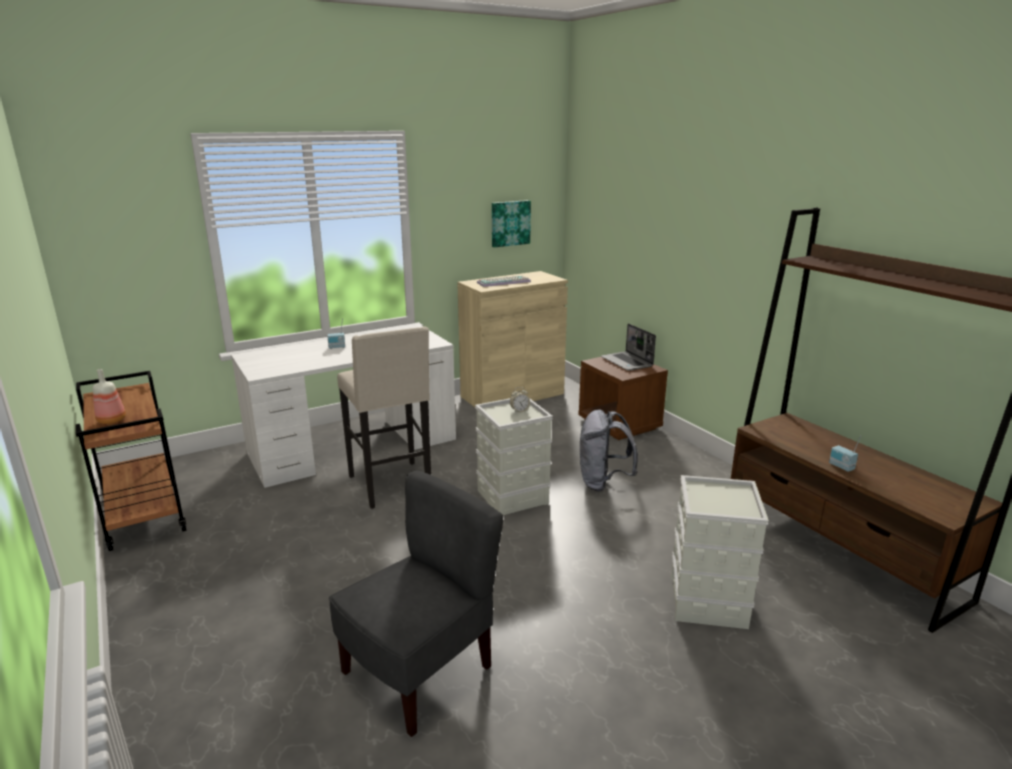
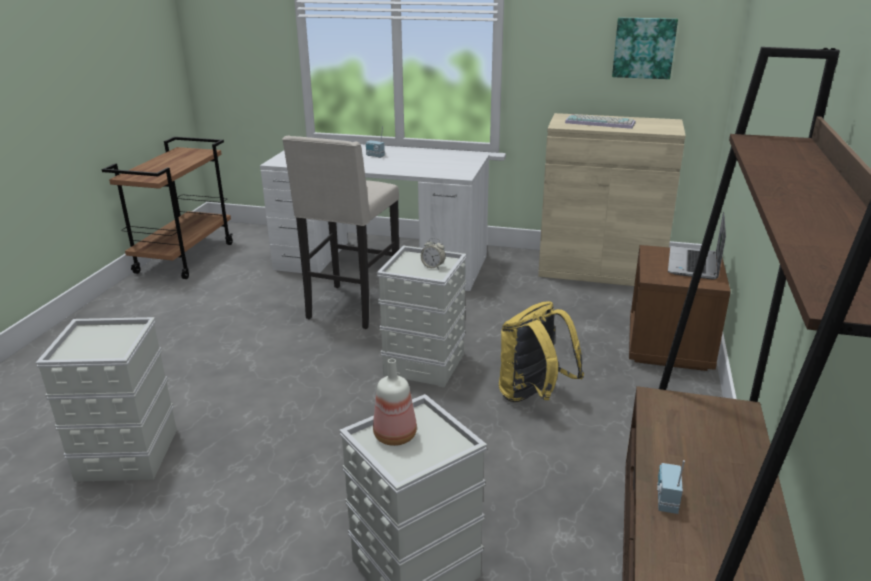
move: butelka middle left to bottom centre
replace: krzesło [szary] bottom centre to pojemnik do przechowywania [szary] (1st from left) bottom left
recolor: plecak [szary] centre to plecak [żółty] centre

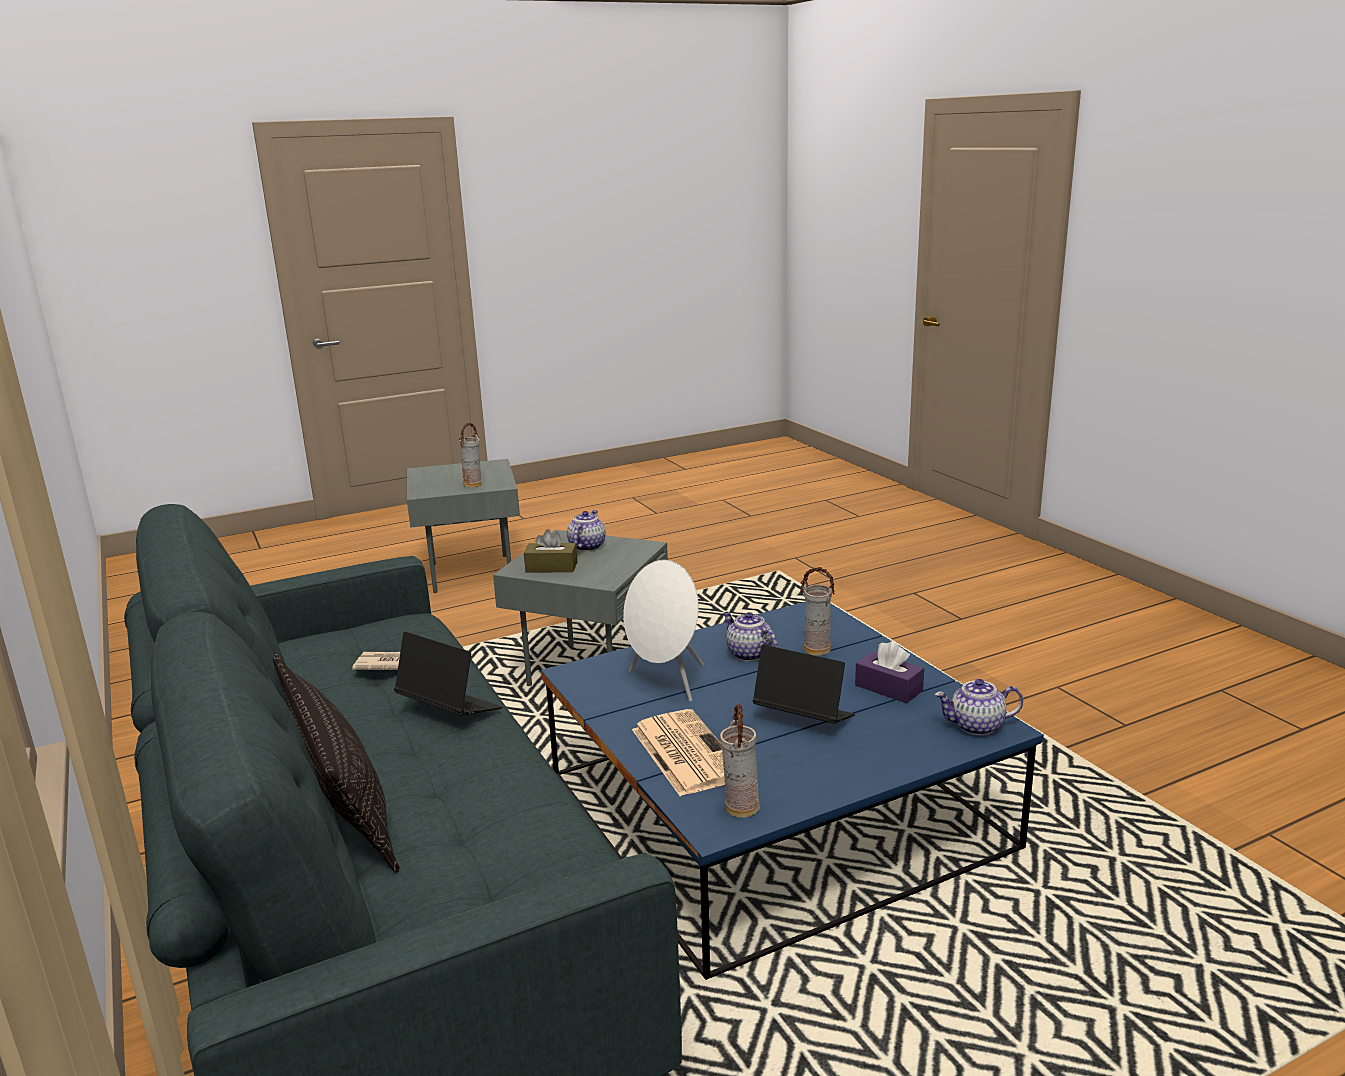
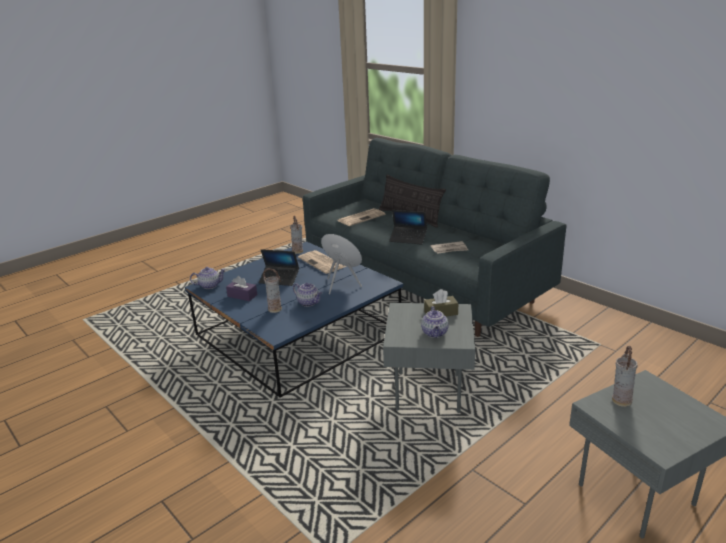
insert: gazeta (2nd from left) centre

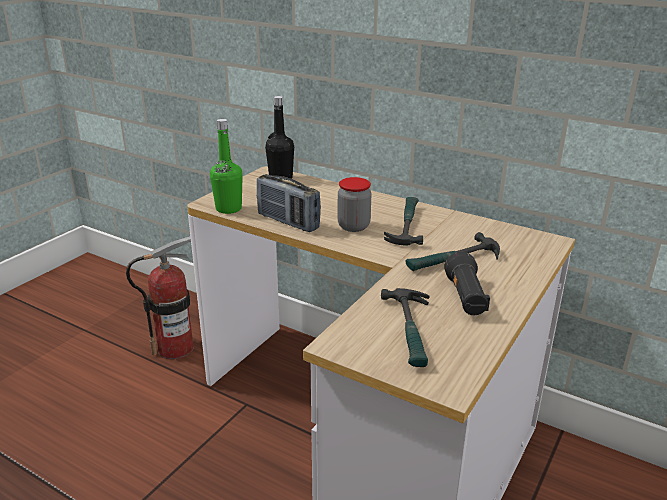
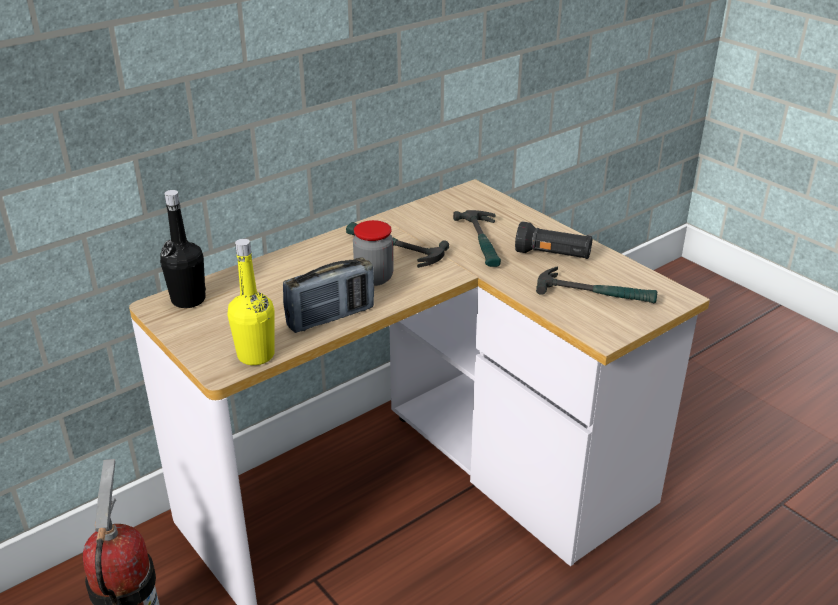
recolor: butelka [zielony] top centre to butelka [żółty] middle left

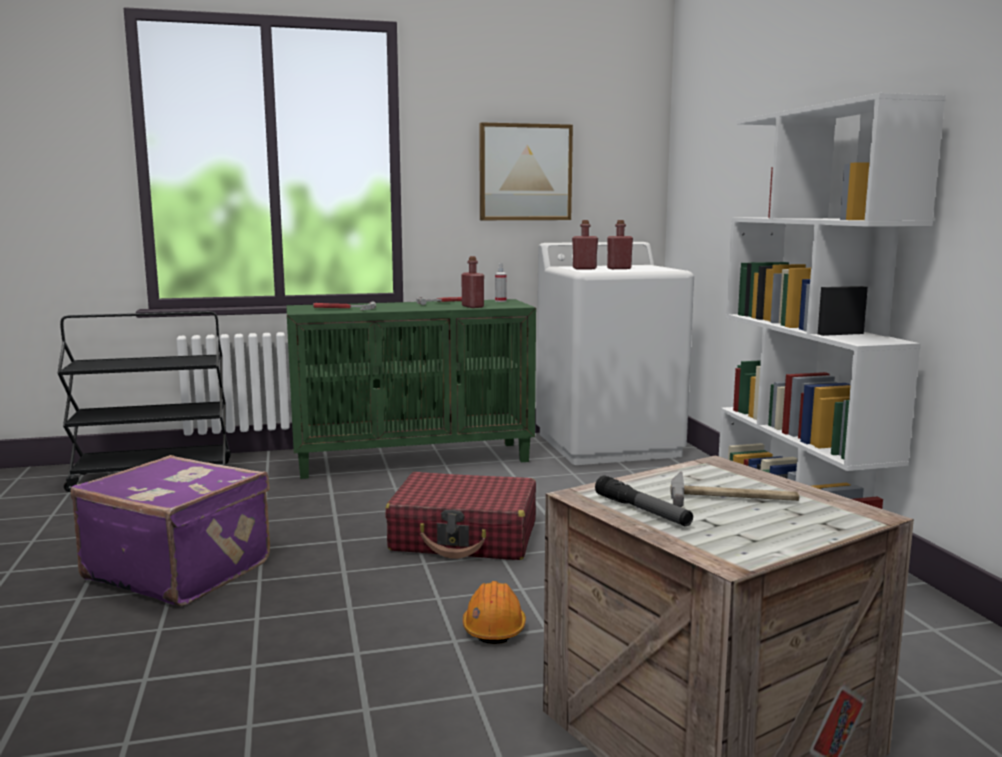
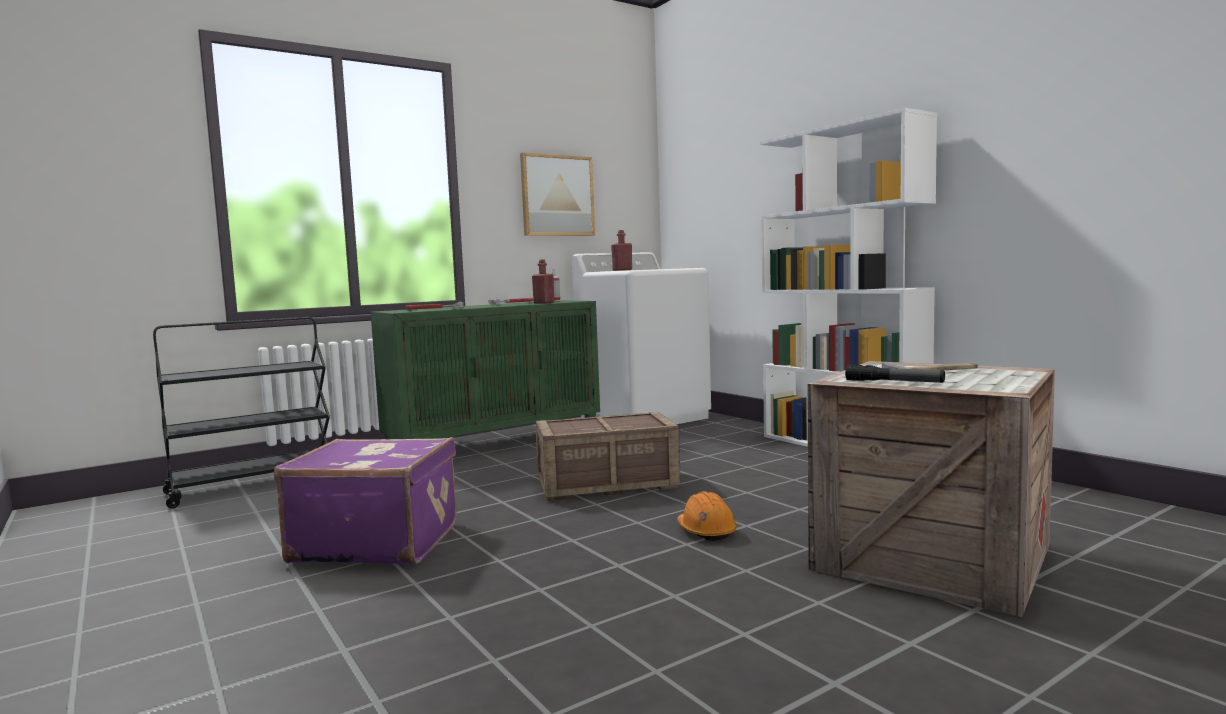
delete: butelka [czerwony] (3rd from left) top centre
replace: walizka [czerwony] bottom centre to skrzynka (1st from left) centre

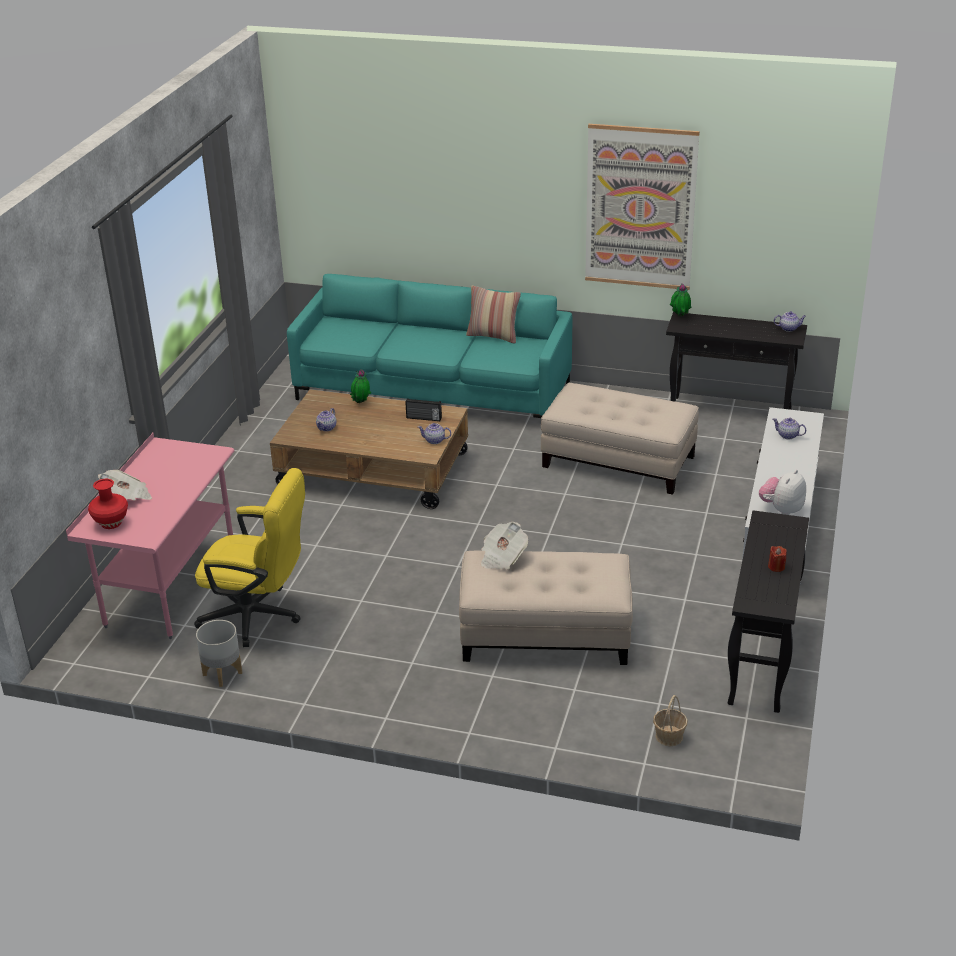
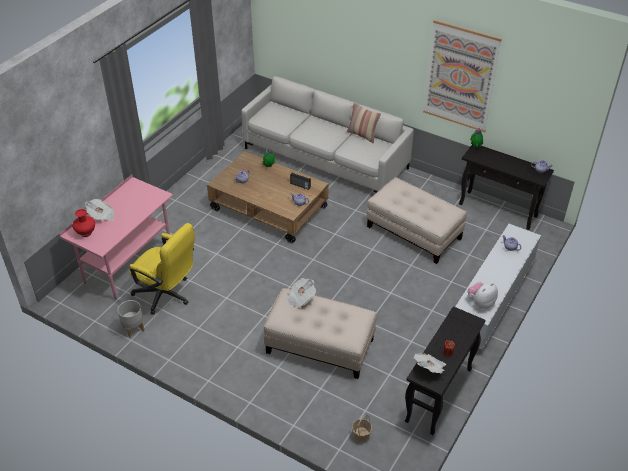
insert: gazeta (3rd from left) bottom right
recolor: kanapa [turkusowy] centre to kanapa [szary] top centre

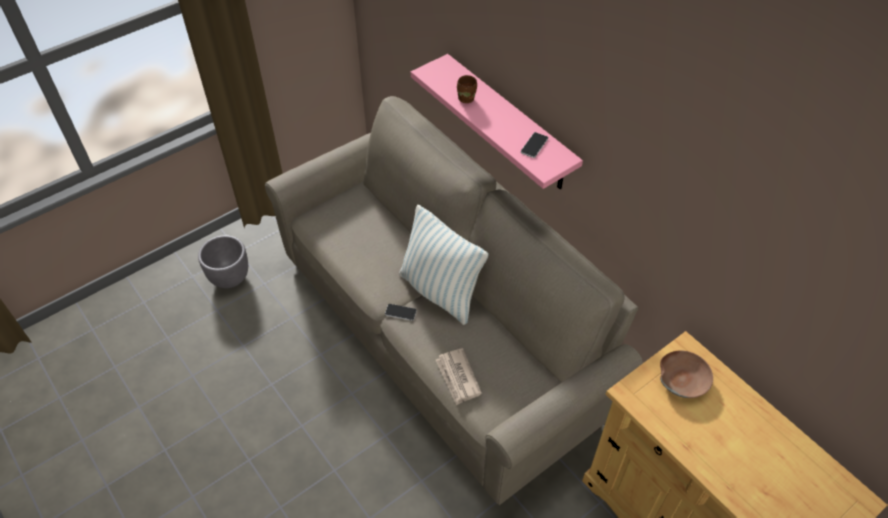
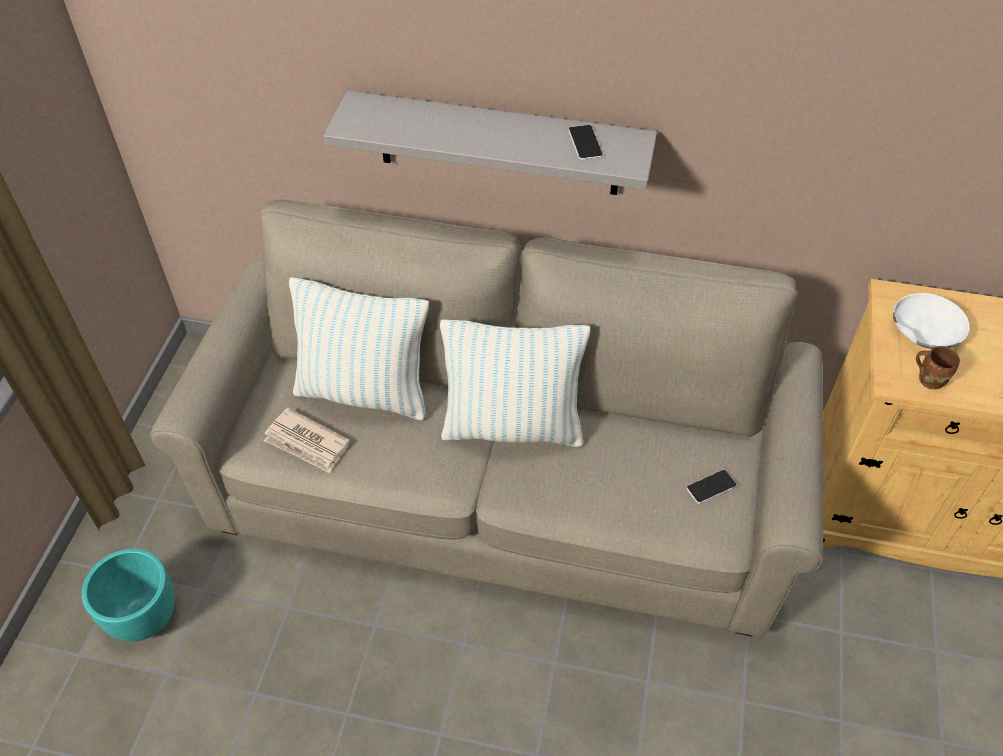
insert: poduszka (1st from left) centre
move: gazeta bottom centre to middle left; telefon (1st from left in the first image) centre to telefon (2nd from left) middle right; kubek [brązowy] top centre to middle right
recolor: donica [szary] middle left to donica [turkusowy] bottom left; półka [różowy] top centre to półka [szary] top centre; miska [brązowy] bottom right to miska [biały] middle right

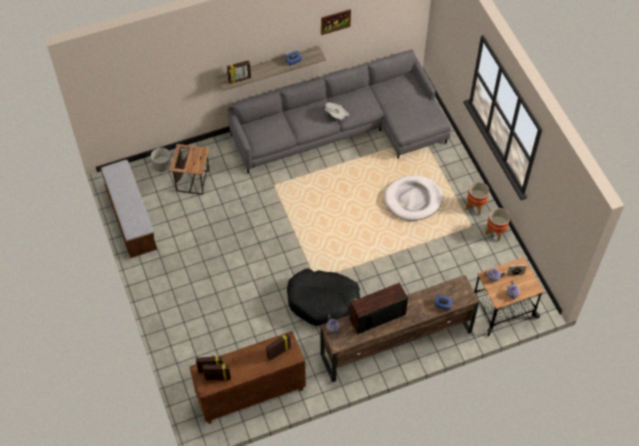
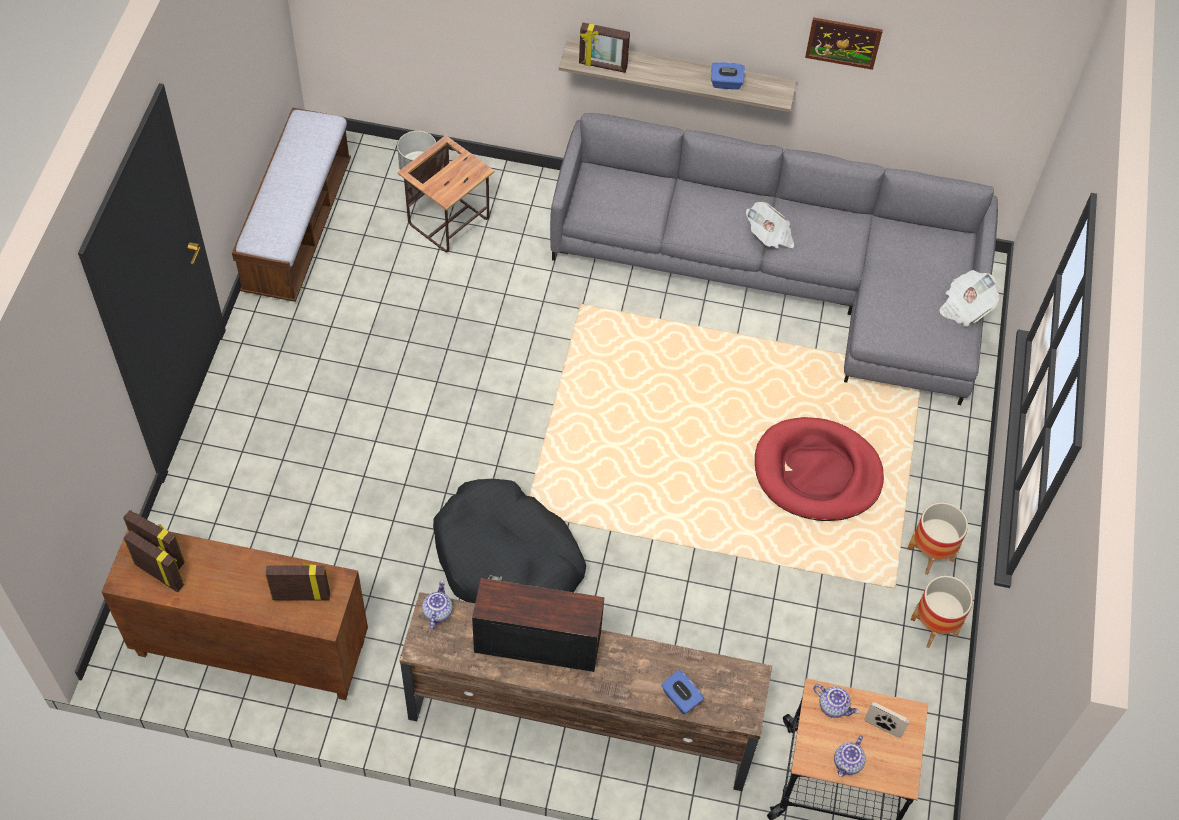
insert: gazeta (2nd from left) middle right
recolor: legowisko [biały] centre to legowisko [czerwony] middle right

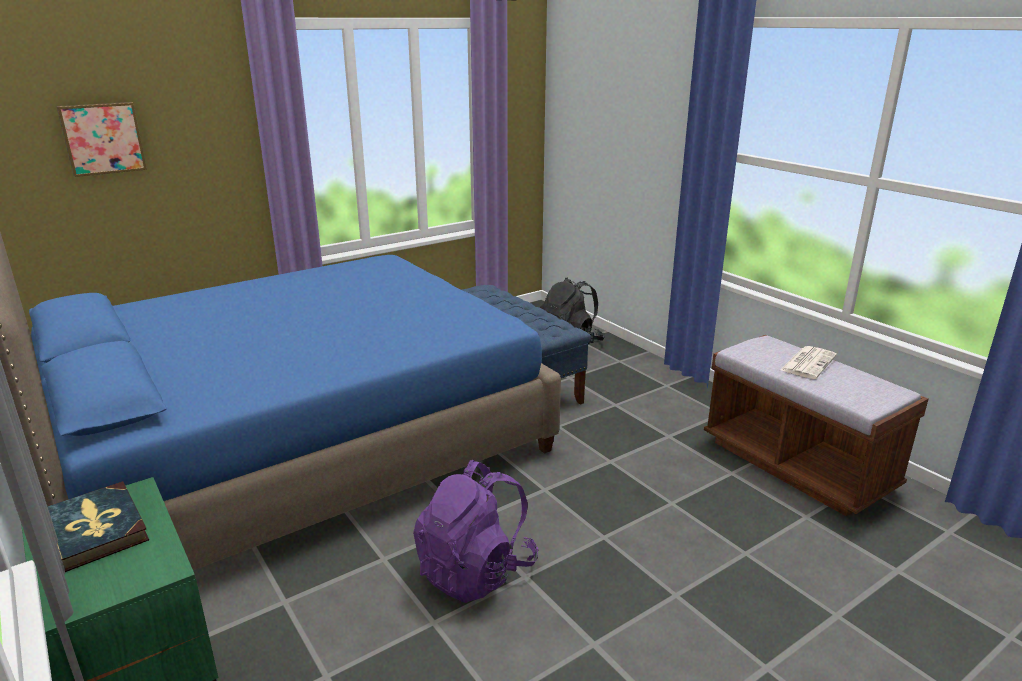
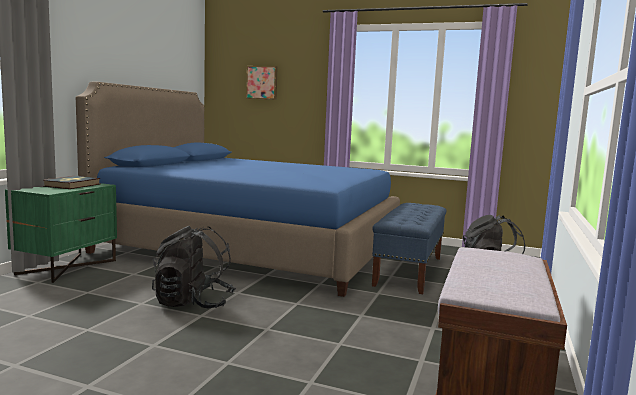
delete: gazeta middle right
recolor: plecak [fioletowy] bottom centre to plecak [czarny] (1st from left) bottom left

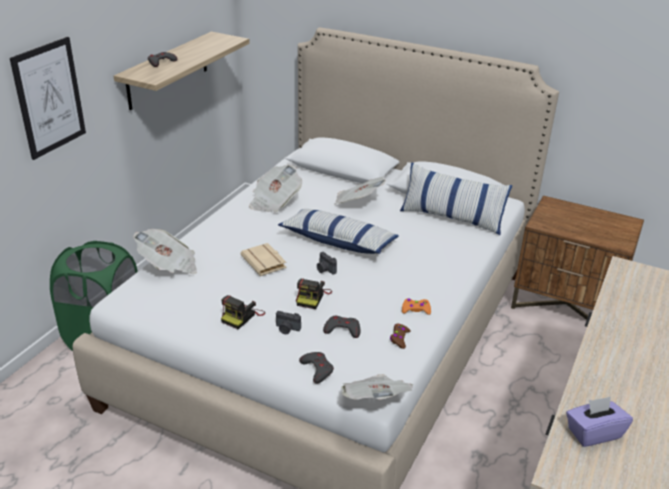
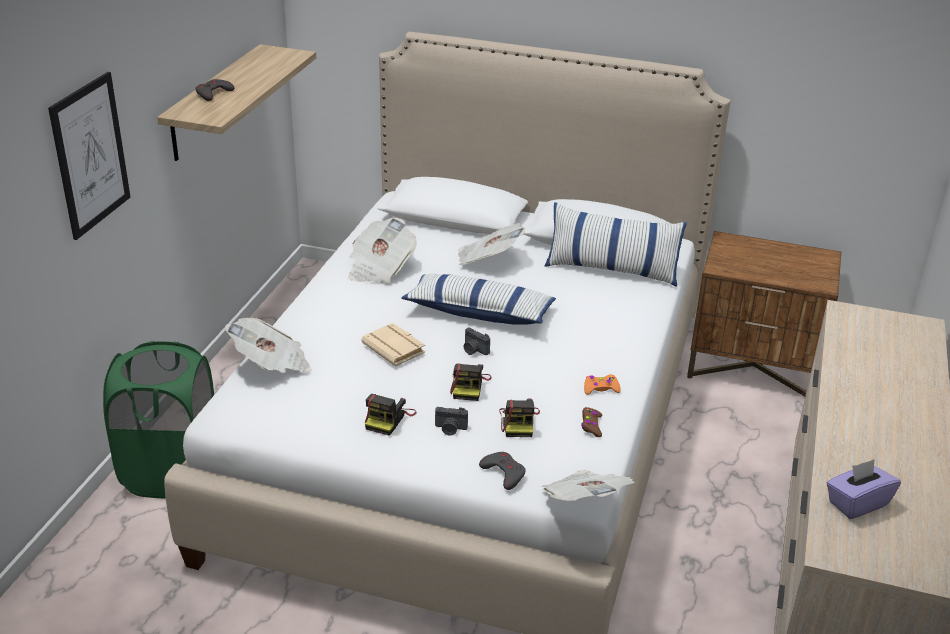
replace: pad do gier [szary] (3rd from left) bottom centre to aparat fotograficzny (5th from left) centre

